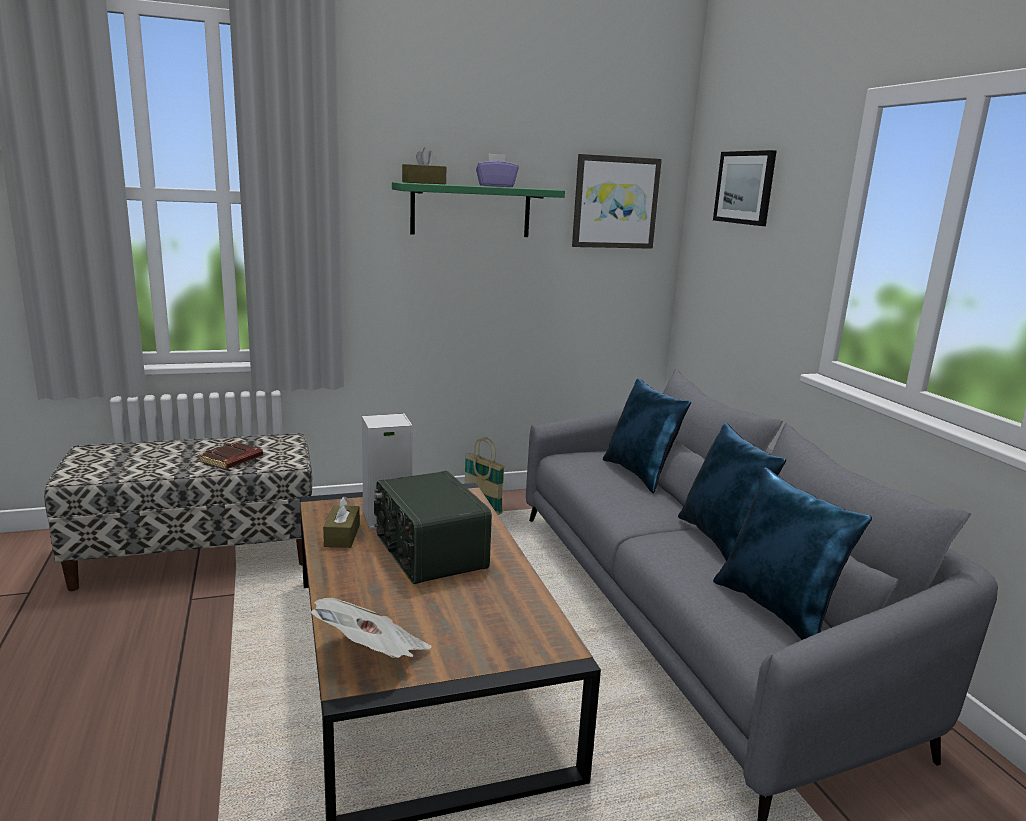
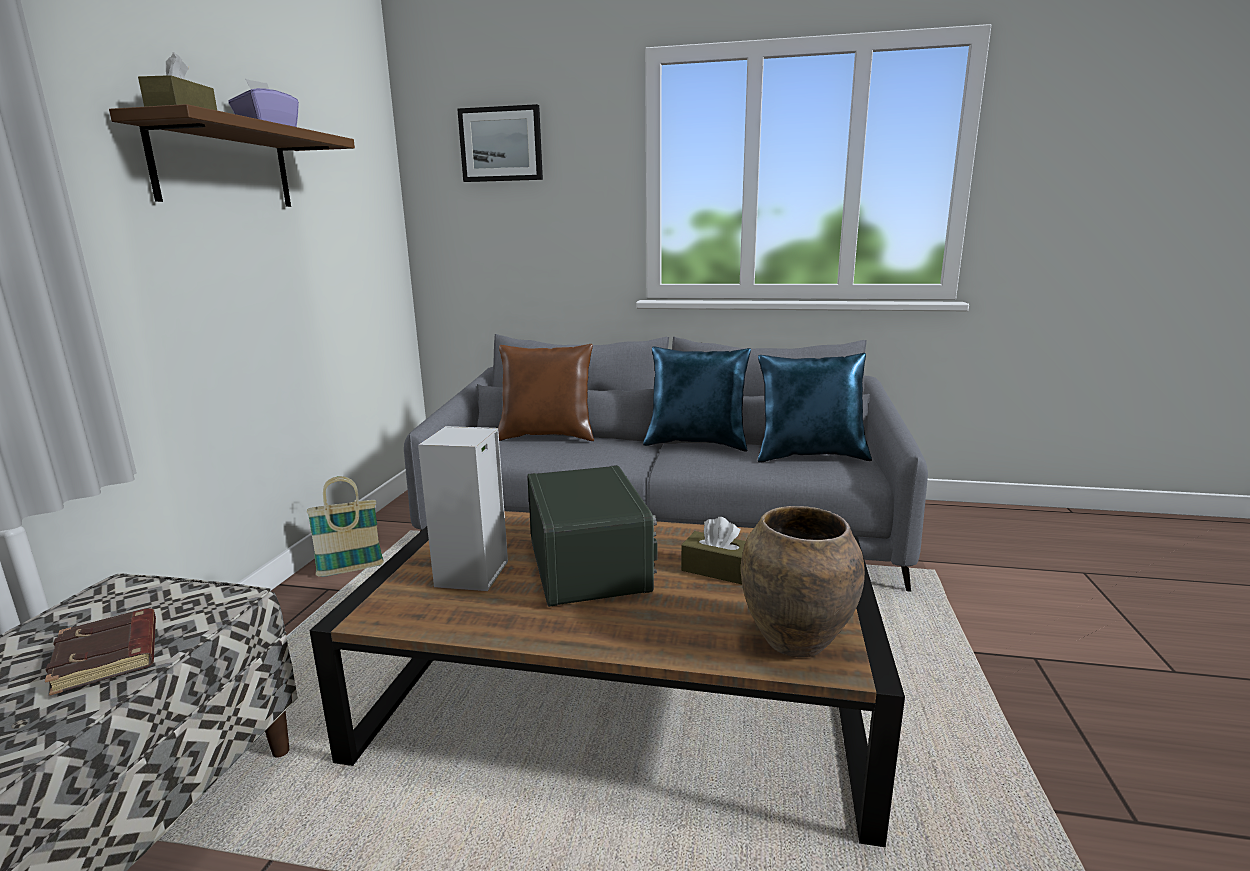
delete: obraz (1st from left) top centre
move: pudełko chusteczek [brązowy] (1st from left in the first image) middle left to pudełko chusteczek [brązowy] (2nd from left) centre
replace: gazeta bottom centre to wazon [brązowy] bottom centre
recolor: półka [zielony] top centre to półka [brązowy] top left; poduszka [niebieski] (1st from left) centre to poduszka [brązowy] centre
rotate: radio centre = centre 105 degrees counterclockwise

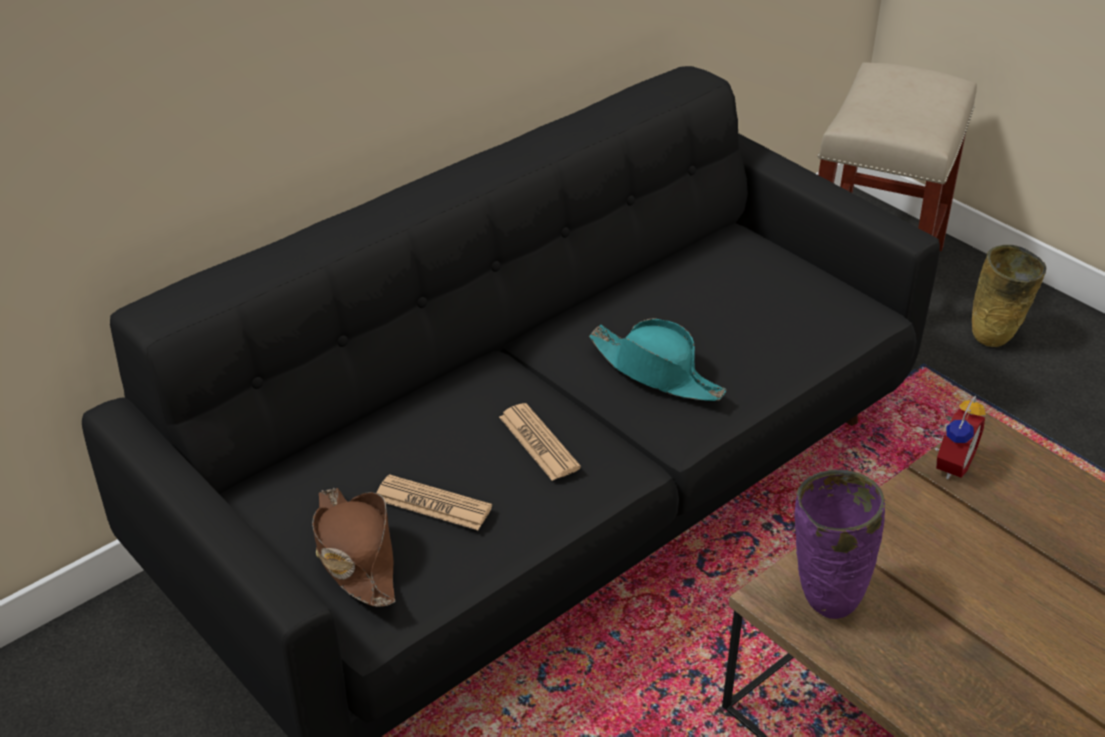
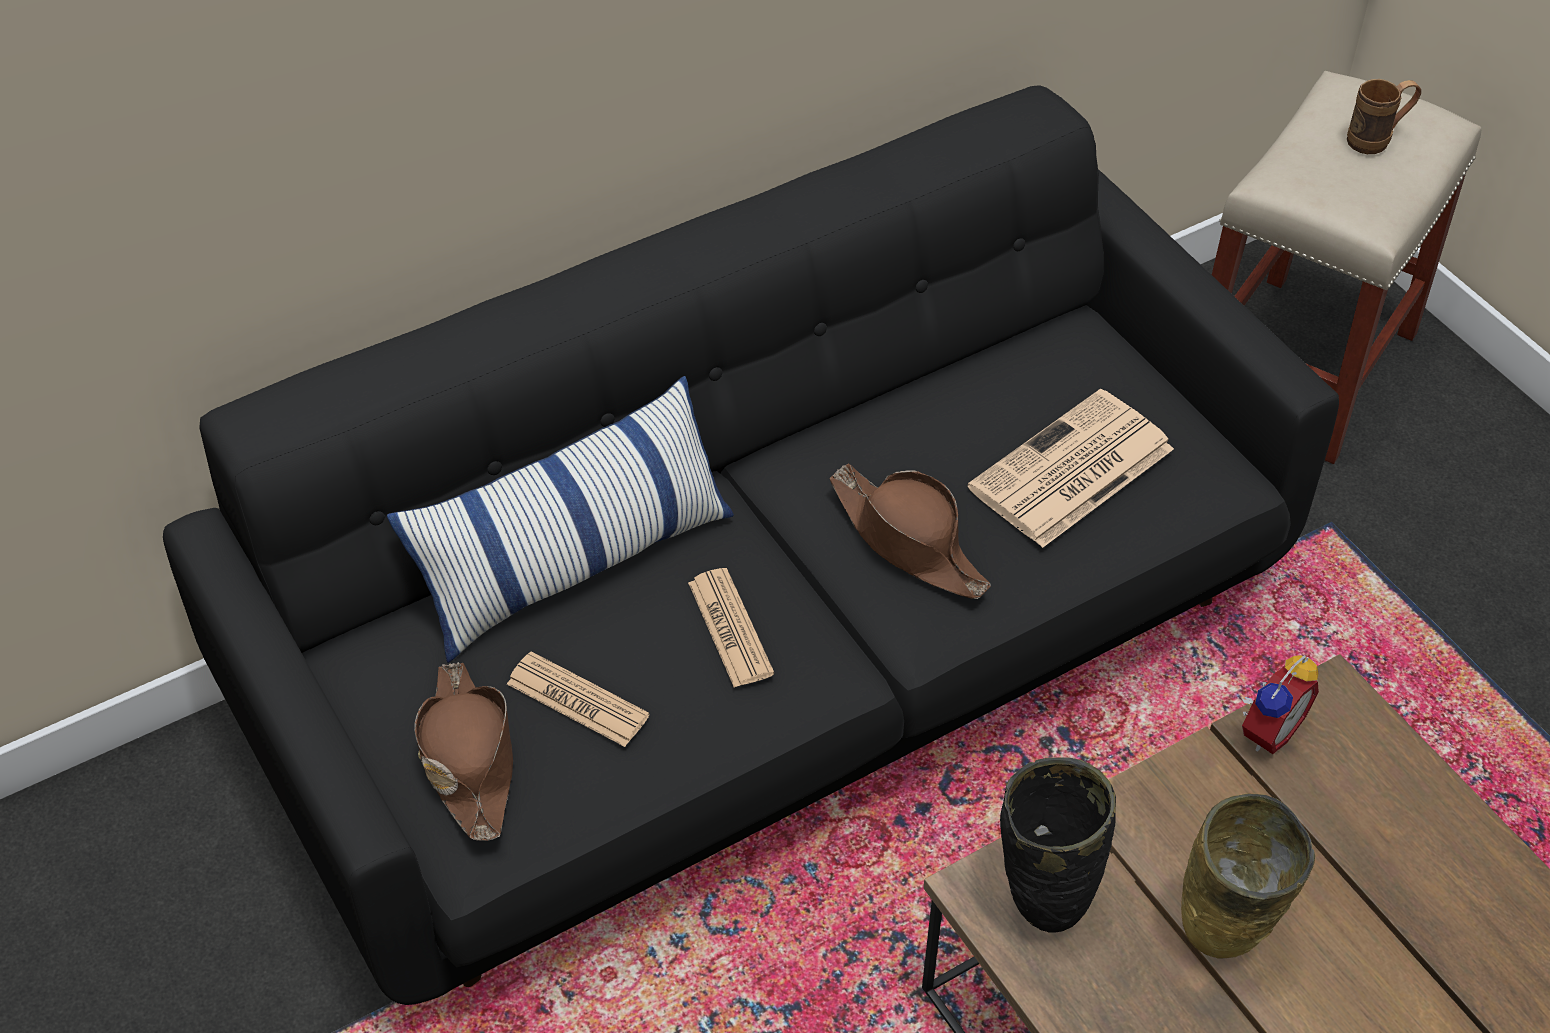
insert: poduszka centre; gazeta (3rd from left) middle right; kubek [brązowy] top right
move: wazon [beżowy] middle right to bottom right
recolor: kapelusz [turkusowy] centre to kapelusz [brązowy] (2nd from left) centre; wazon [fioletowy] bottom right to wazon [czarny] bottom right

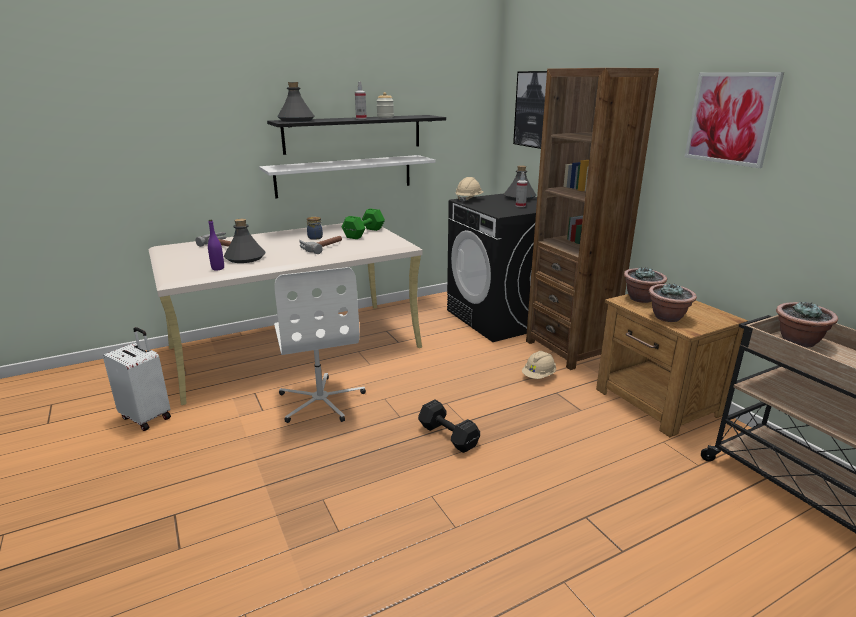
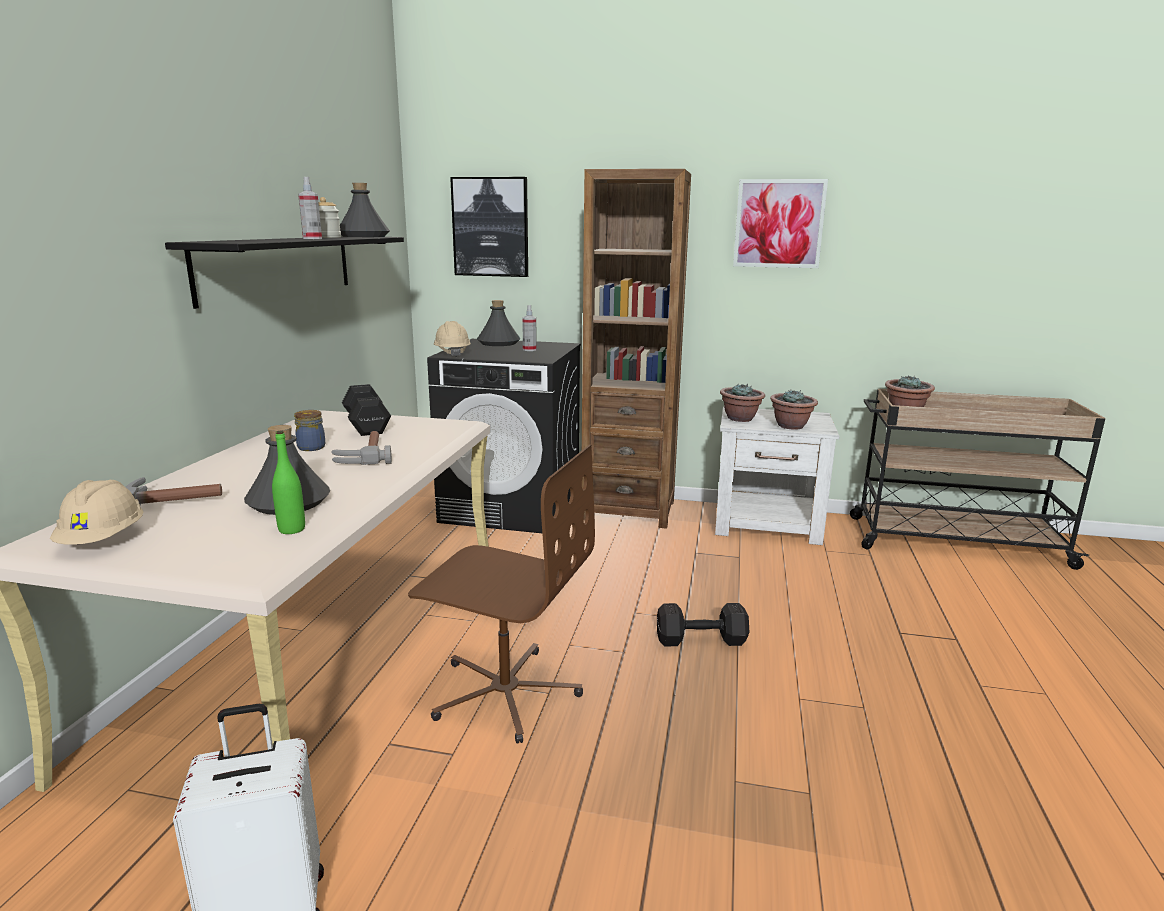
delete: półka [biały] top centre
move: kask [beżowy] (2nd from left in the first image) centre to kask [beżowy] (1st from left) middle left; butelka [szary] (2nd from left) top centre to top left
recolor: butelka [fioletowy] middle left to butelka [zielony] middle left; hantel [zielony] centre to hantel [czarny] (1st from left) middle left; krzesło biurowe [biały] centre to krzesło biurowe [brązowy] centre; szafka nocna [brązowy] middle right to szafka nocna [biały] middle right

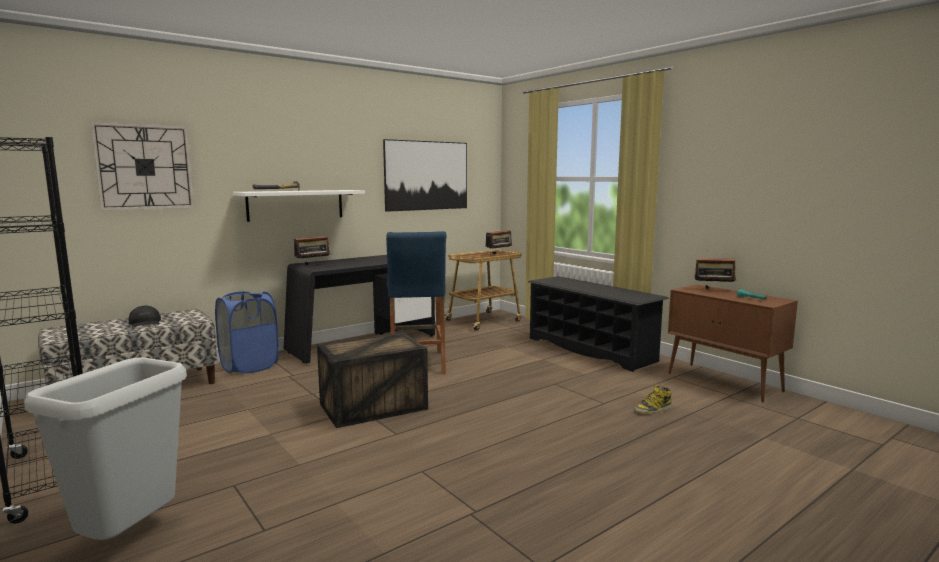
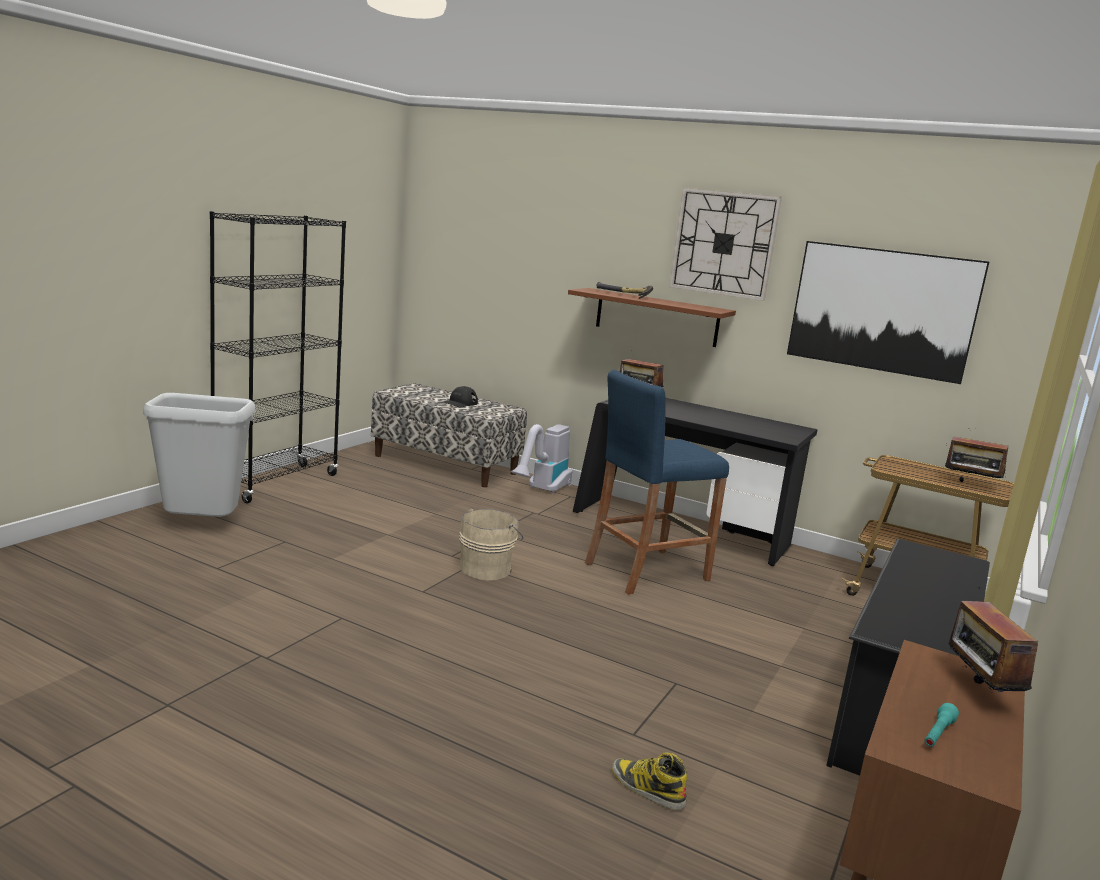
move: zegar ścienny top left to top centre
replace: skrzynka bottom centre to wiadro [beżowy] centre; kosz na pranie [niebieski] middle left to odkurzacz centre
recolor: półka [biały] middle left to półka [brązowy] centre

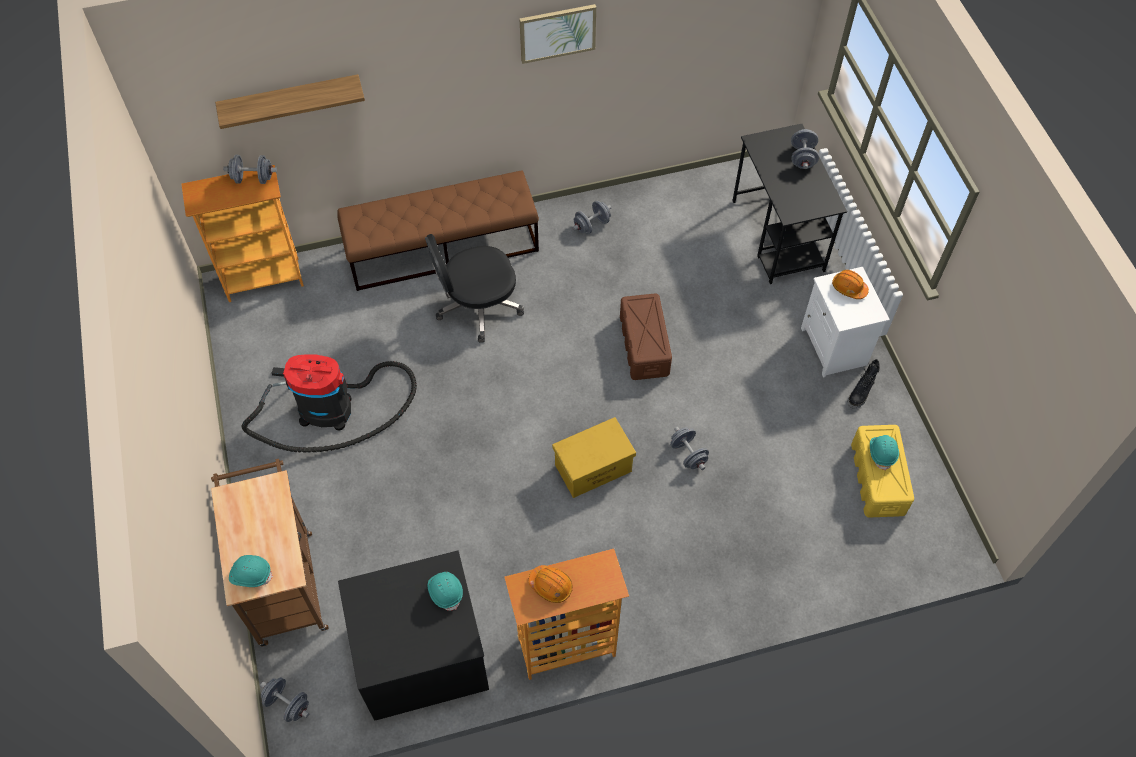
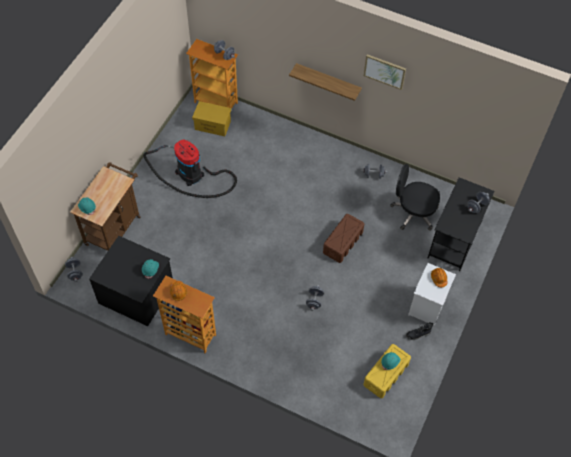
delete: ławka [brązowy] top centre
move: pojemnik do przechowywania [żółty] (1st from left) centre to top centre; półka top left to top centre; krzesło biurowe [czarny] centre to middle right

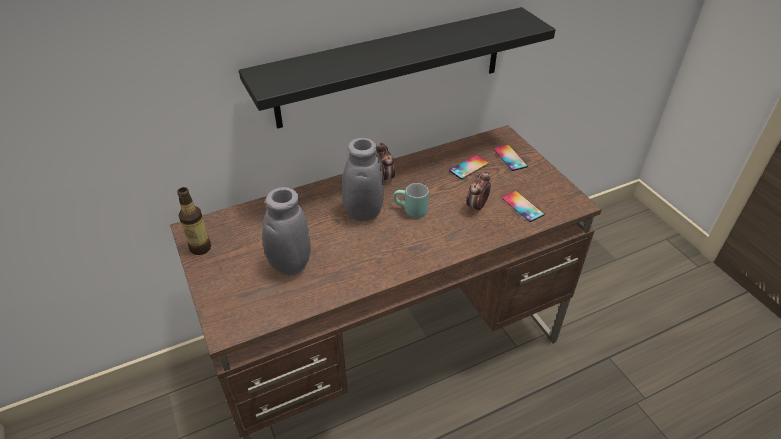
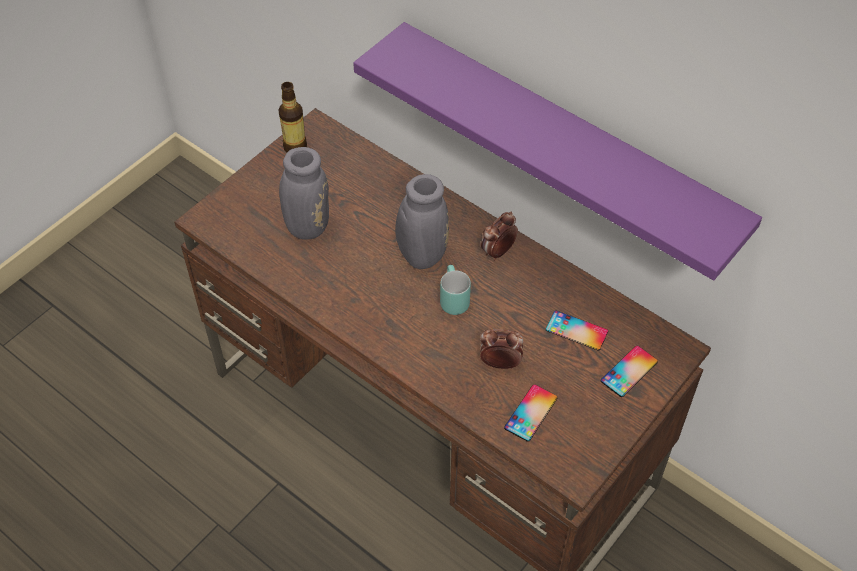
recolor: półka [czarny] top centre to półka [fioletowy] top centre

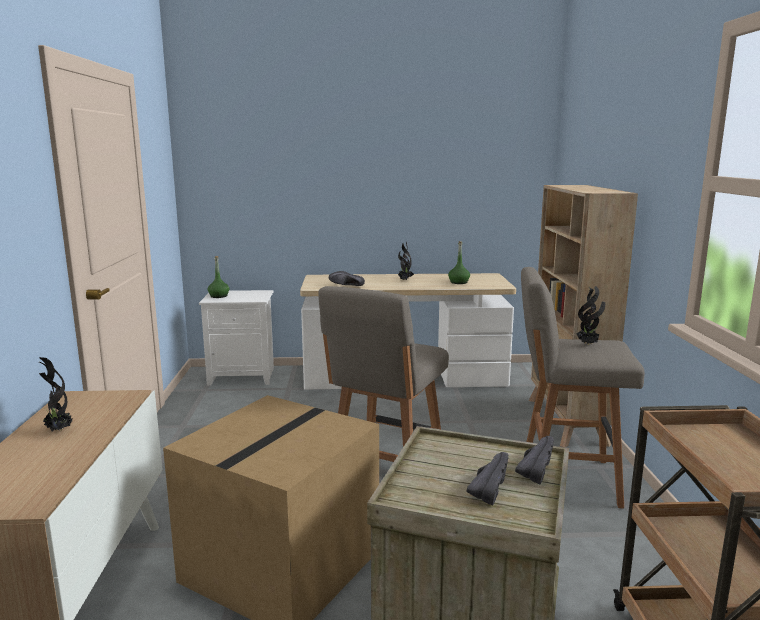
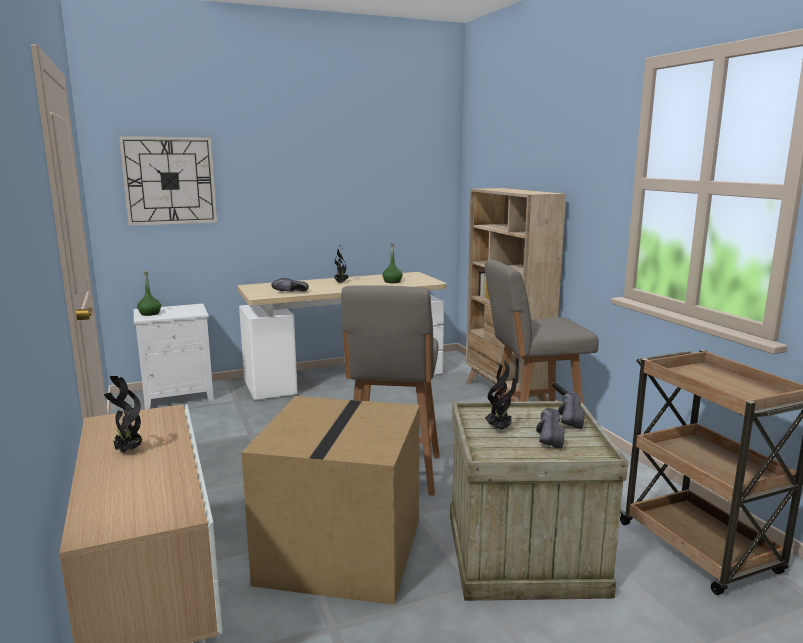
insert: zegar ścienny top left
move: roślina doniczkowa (3rd from left) middle right to centre

